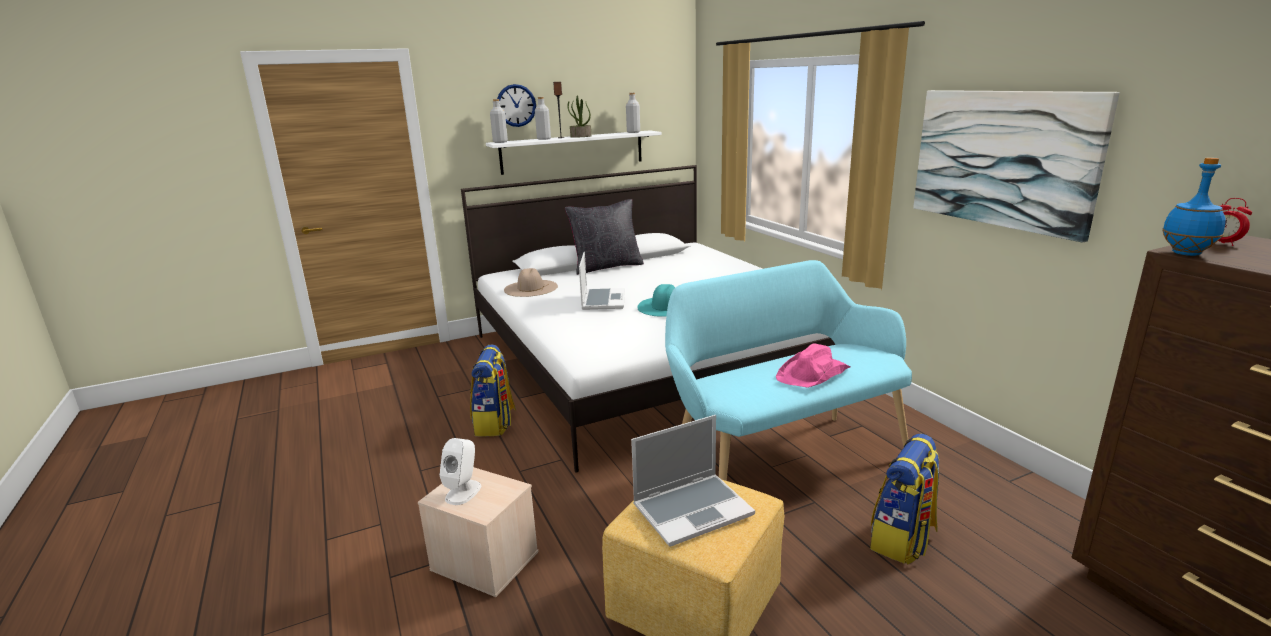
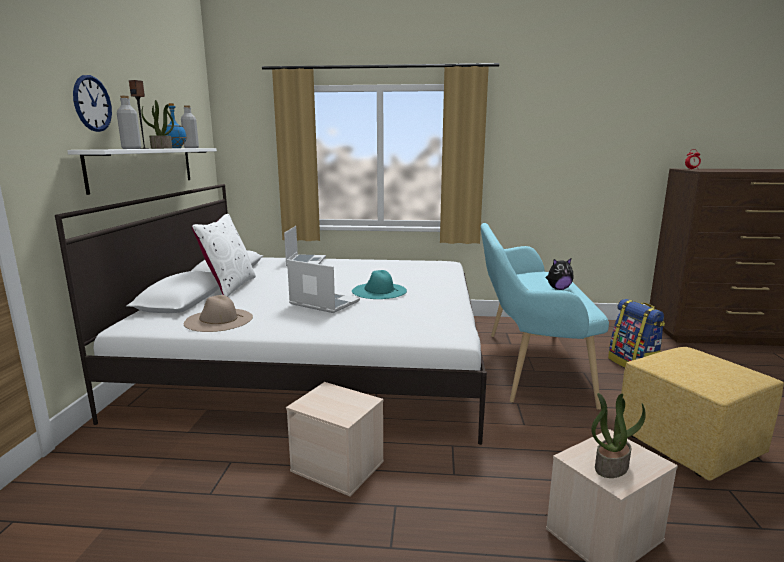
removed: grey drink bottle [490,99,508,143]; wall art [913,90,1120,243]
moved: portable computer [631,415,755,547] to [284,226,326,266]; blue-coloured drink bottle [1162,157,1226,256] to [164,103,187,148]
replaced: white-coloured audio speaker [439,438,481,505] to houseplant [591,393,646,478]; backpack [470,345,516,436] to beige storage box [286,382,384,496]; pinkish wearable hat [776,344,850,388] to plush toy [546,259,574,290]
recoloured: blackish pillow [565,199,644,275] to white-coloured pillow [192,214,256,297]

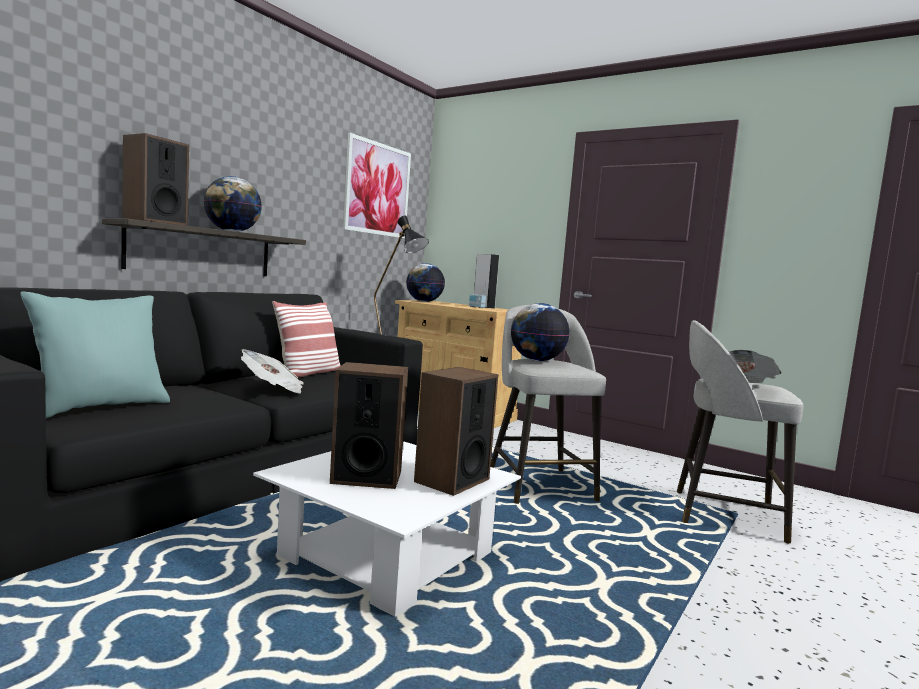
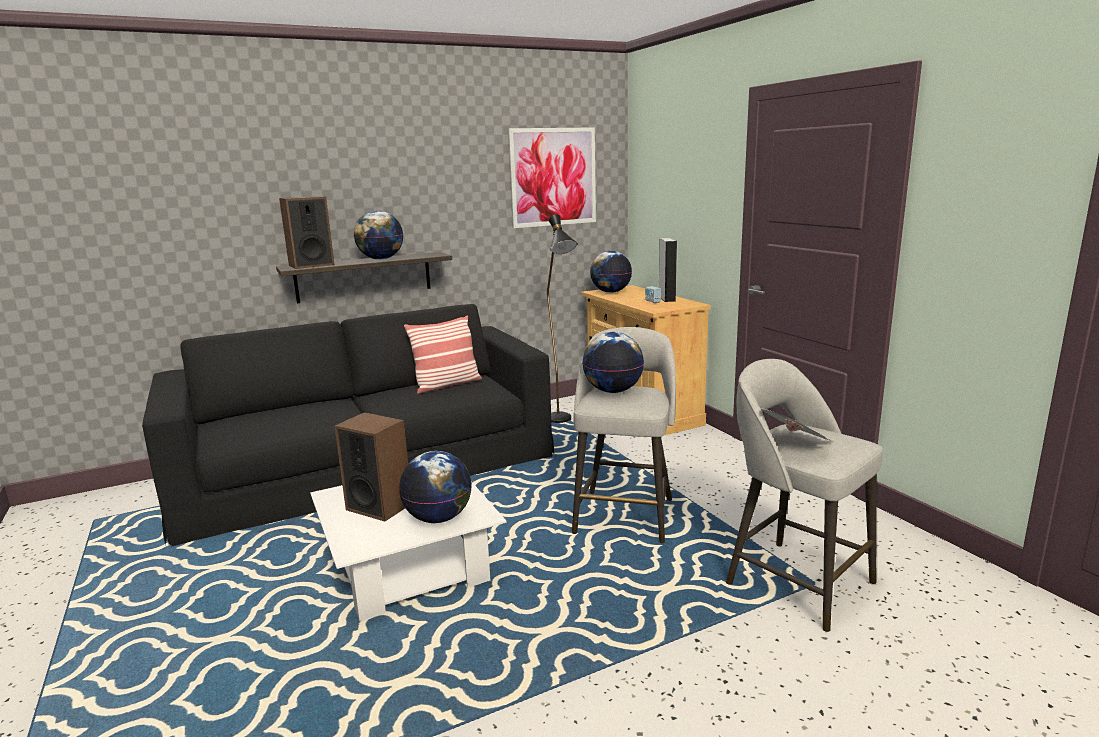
removed: blue-green pillow [20,292,170,418]; daily paper [241,349,304,394]
replaced: audio speaker [414,367,498,496] to globe [399,451,472,523]

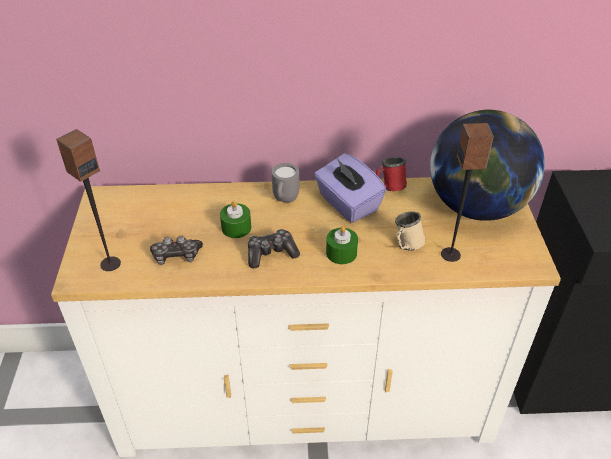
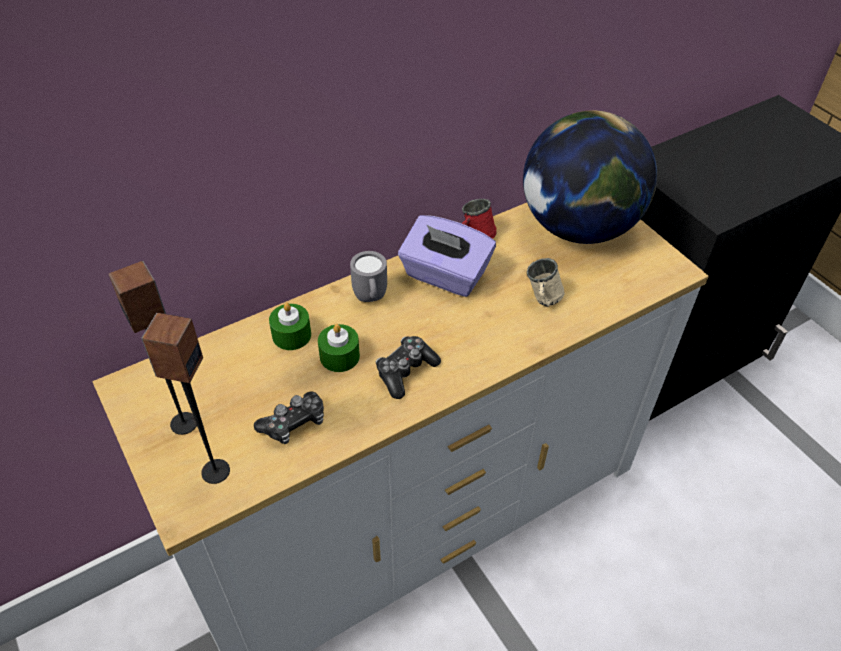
moved: green wax light [326,225,358,264] to [269,303,311,350]; audio speaker [441,123,494,262] to [109,261,197,435]

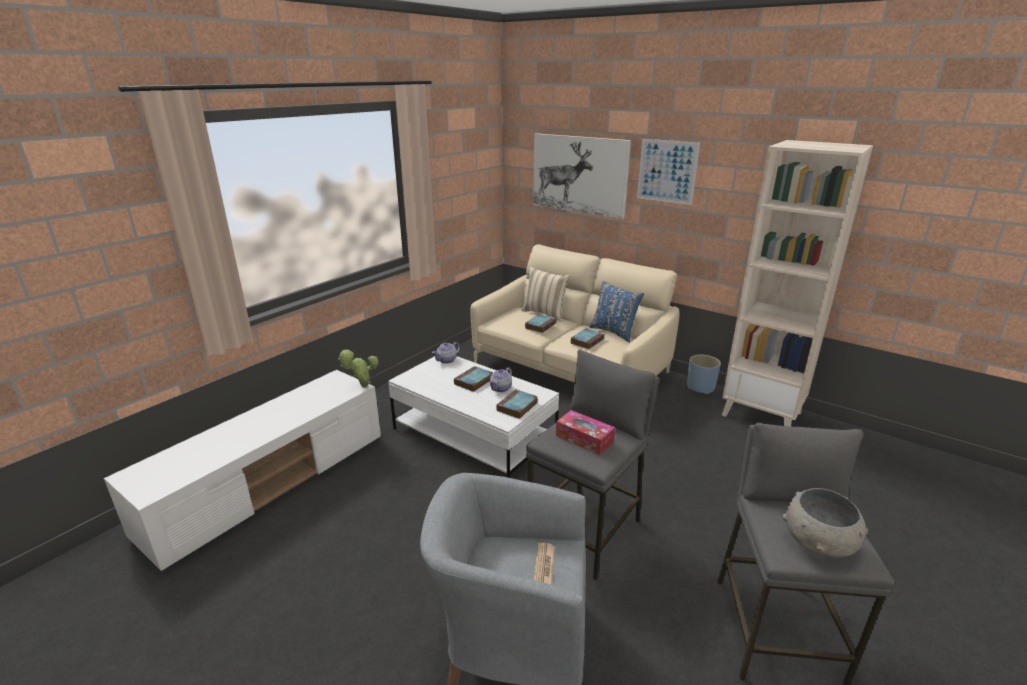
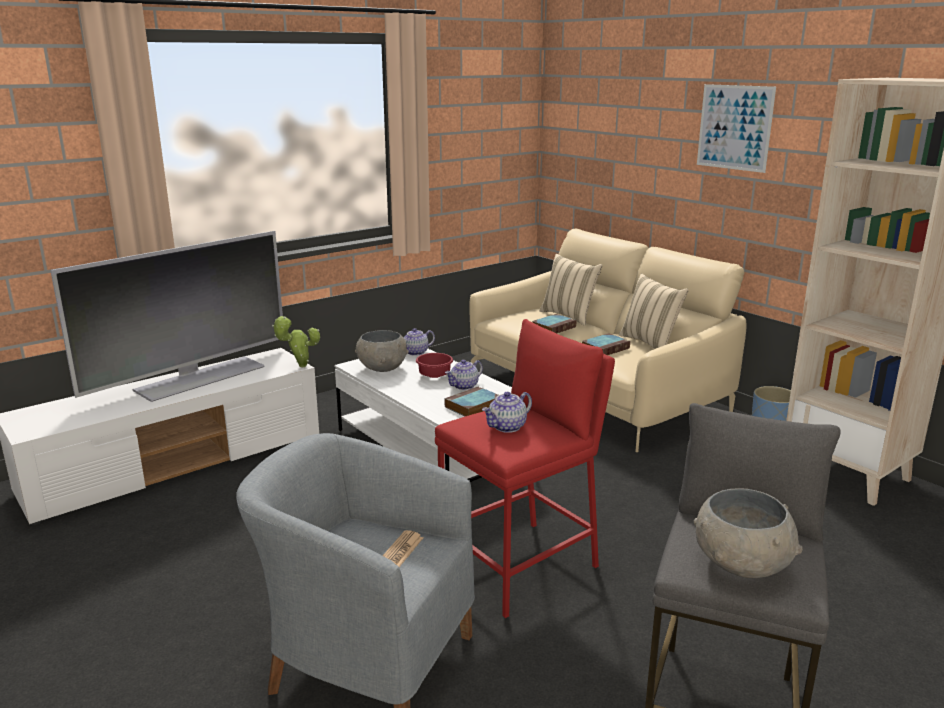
removed: wall art [533,133,631,219]
added: TV set [50,231,283,402]; grey deep dish [355,330,409,372]
replaced: volume [454,366,494,392] to reddish deep dish [416,353,453,378]; box of tissues [556,410,615,455] to pot for tea [482,392,532,433]
recoloured: grey stool [526,349,659,580] to reddish stool [435,319,615,618]; blue-coloured pillow [589,281,644,342] to beige pillow [619,274,688,349]

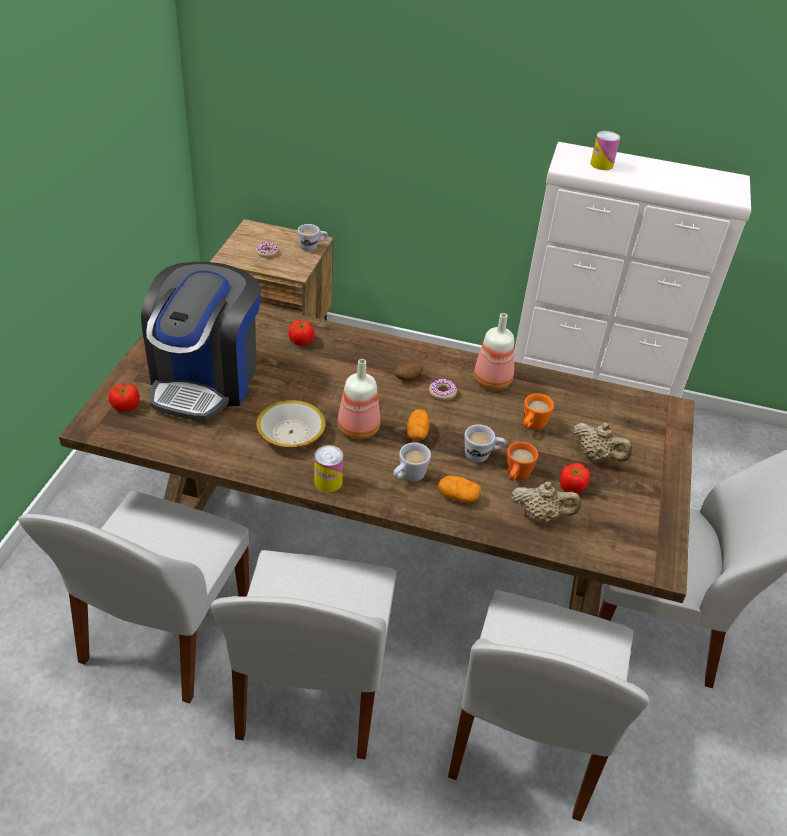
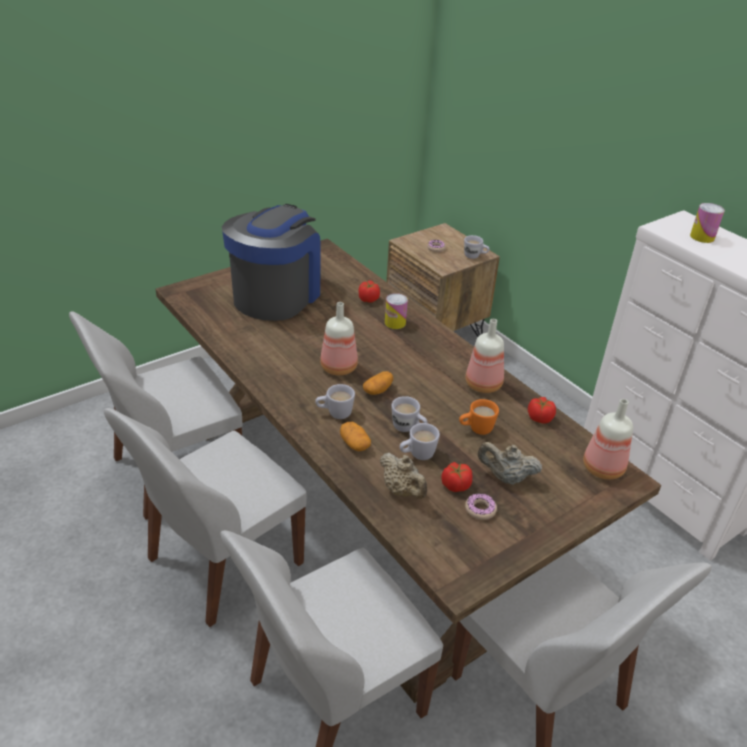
removed: deep dish [256,400,326,448]; spud [395,363,423,381]
added: drink bottle [583,399,633,480]
moved: whole tomato [109,383,140,412] to [528,397,556,423]; sealed can [314,445,343,492] to [385,293,408,329]; donut [429,379,457,401] to [465,493,497,520]
recoloured: orange-coloured mug [507,442,538,481] to white-coloured mug [400,423,440,460]
turned: coffee machine [141,262,261,421] = [222,204,321,321] 150 degrees clockwise; beige pot for tea [572,422,632,462] = [478,442,542,485] 120 degrees clockwise

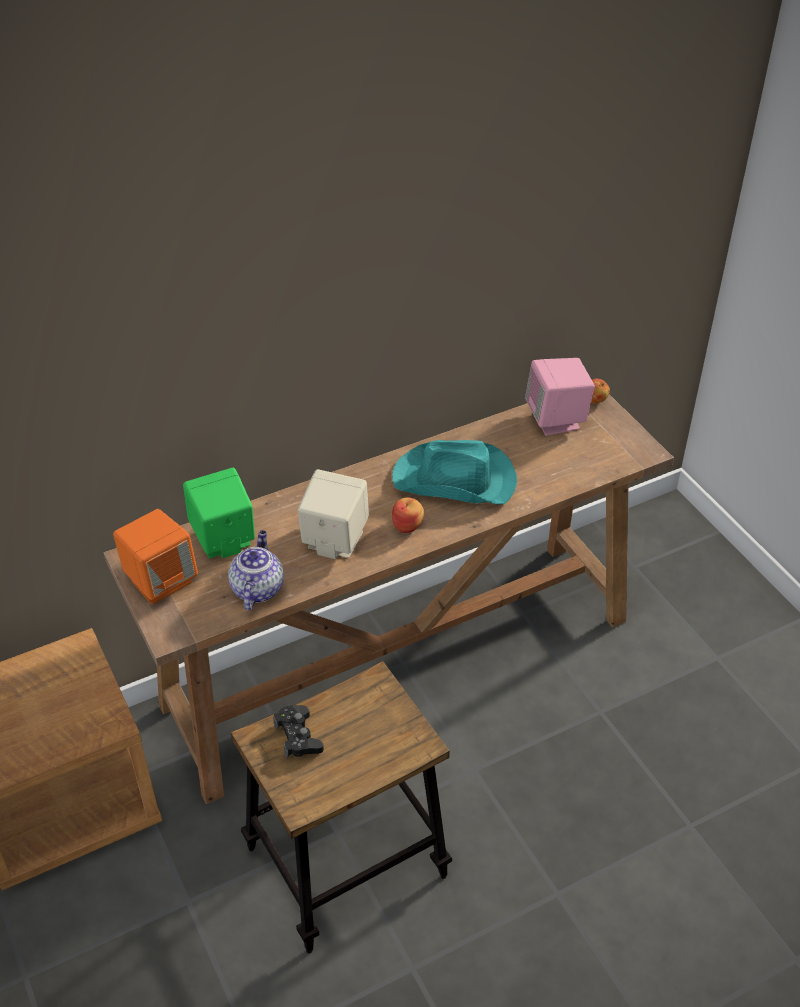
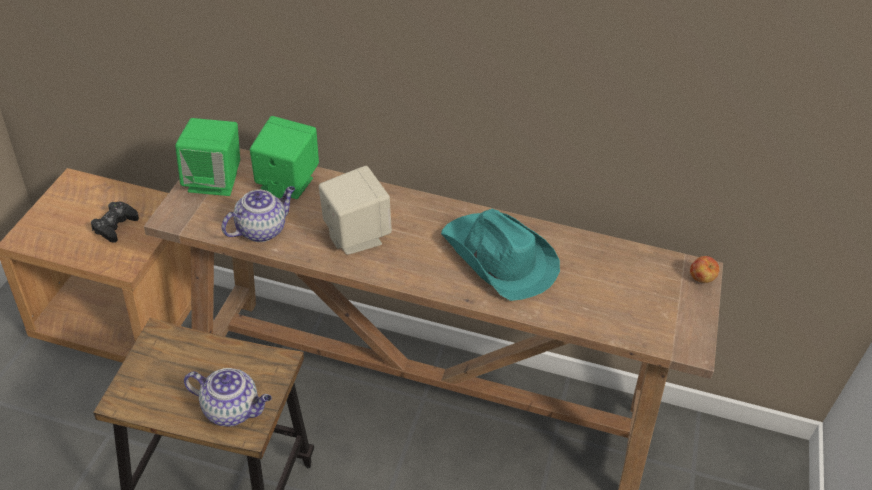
removed: apple [392,497,424,533]; pinkish audio speaker [525,358,595,436]
added: pot for tea [184,368,272,427]
moved: blackish gamepad [273,705,324,758] to [91,202,139,243]
recoloured: orange-coloured audio speaker [113,509,198,605] to green audio speaker [175,118,240,196]

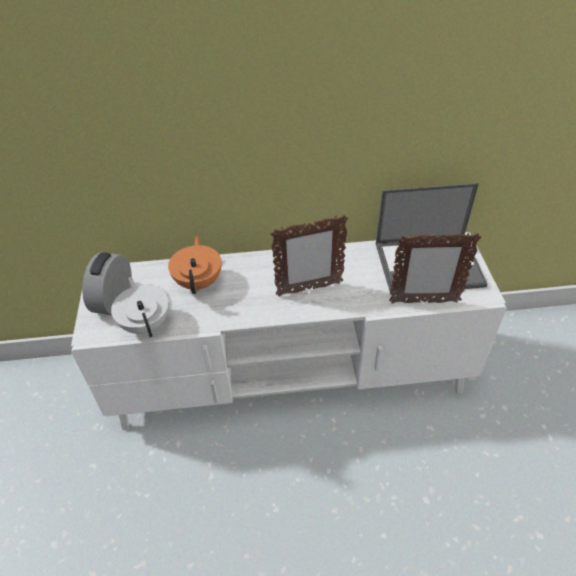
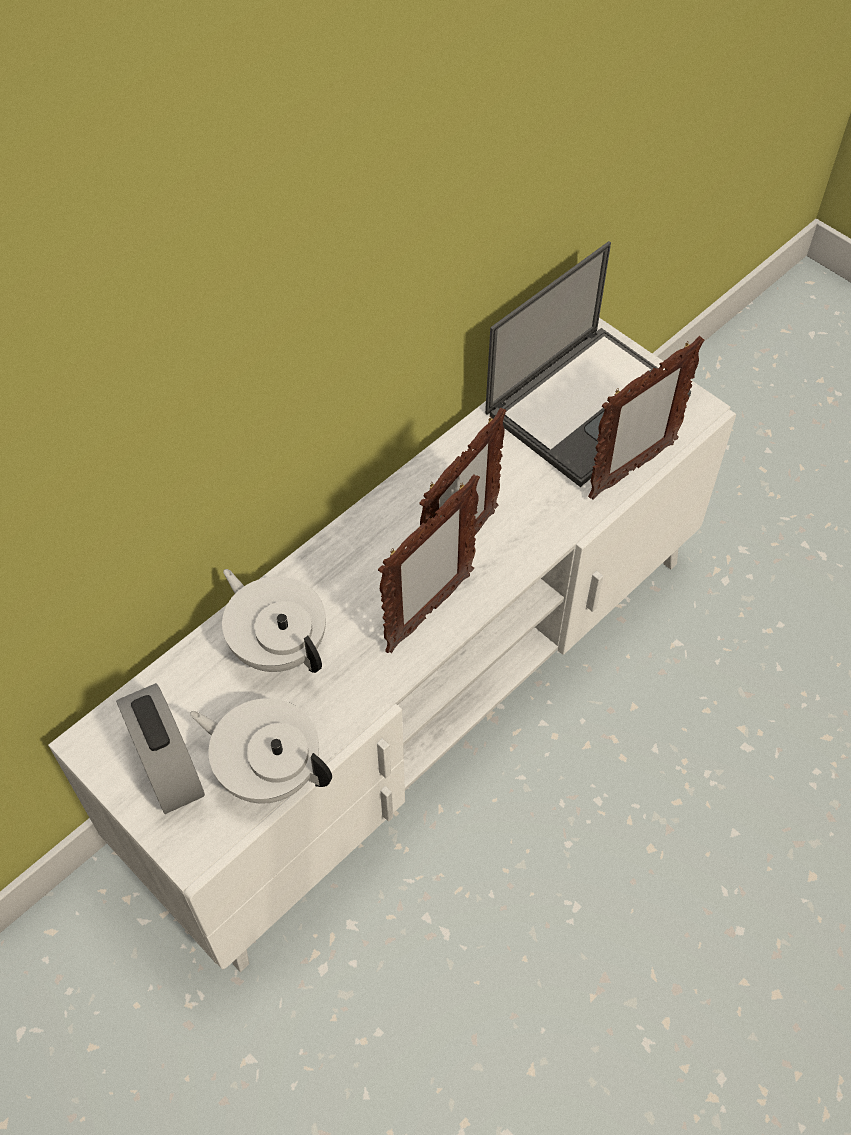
added: photo frame [378,474,480,653]
recoloured: orange-coloured pot for tea [168,236,222,294] to white-coloured pot for tea [222,569,326,673]

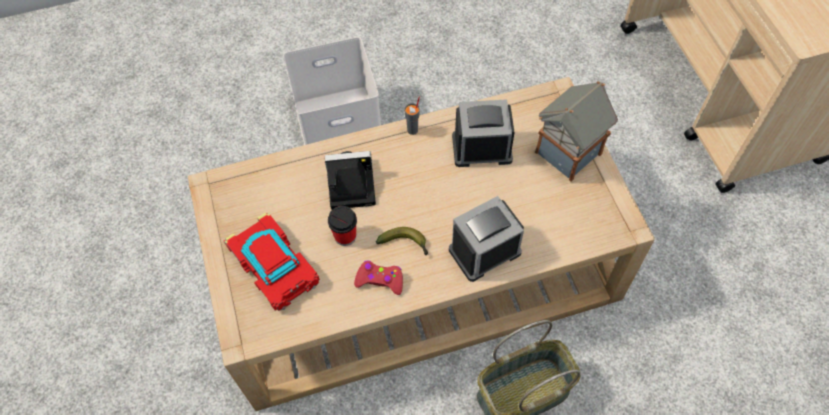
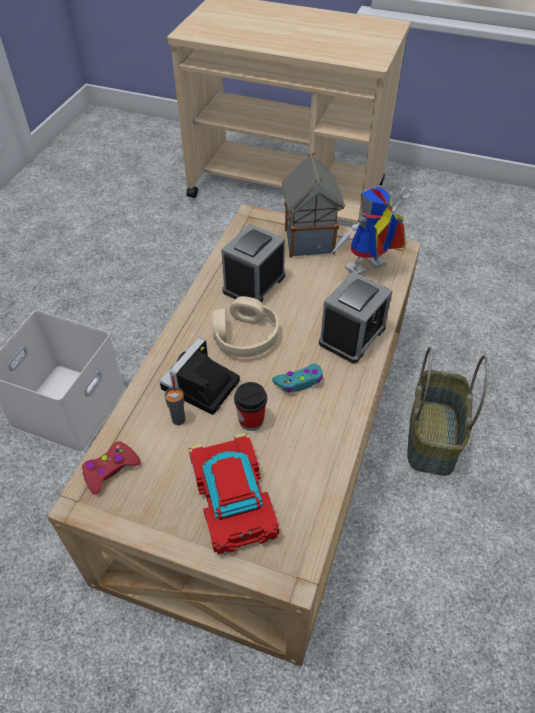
added: beige pair of headphones [213,296,279,357]; toy robot [329,186,413,275]
moved: reddish gamepad [354,261,403,295] to [82,441,141,494]; grey cup [404,97,420,135] to [165,376,185,425]
replaced: whole banana [376,227,428,255] to blue-green gamepad [272,364,323,393]
turned: model car [224,213,320,311] = [188,433,279,555] 75 degrees clockwise; table clock [449,196,524,282] = [319,272,392,363] 150 degrees counterclockwise

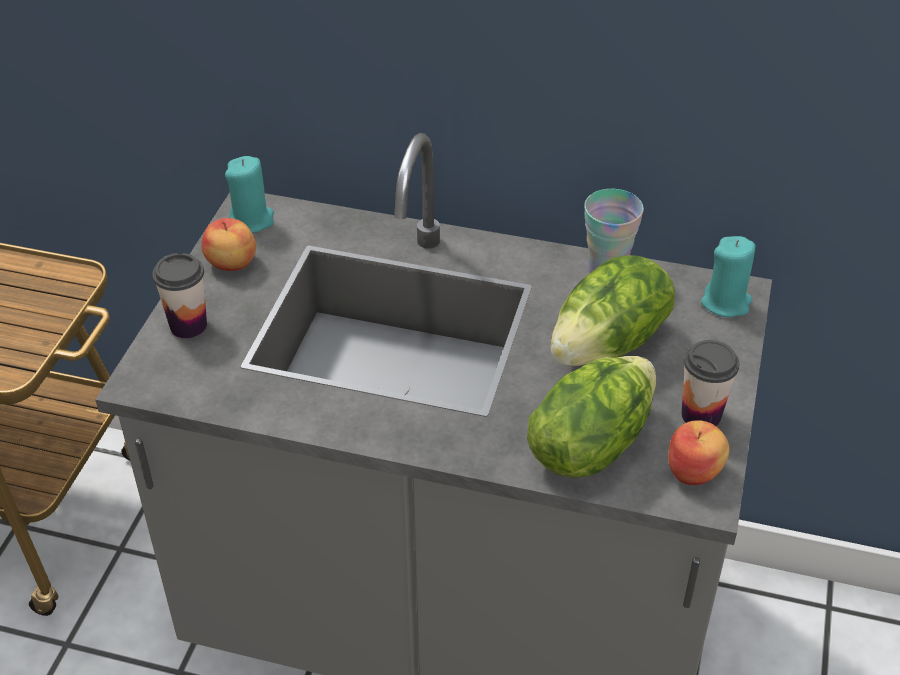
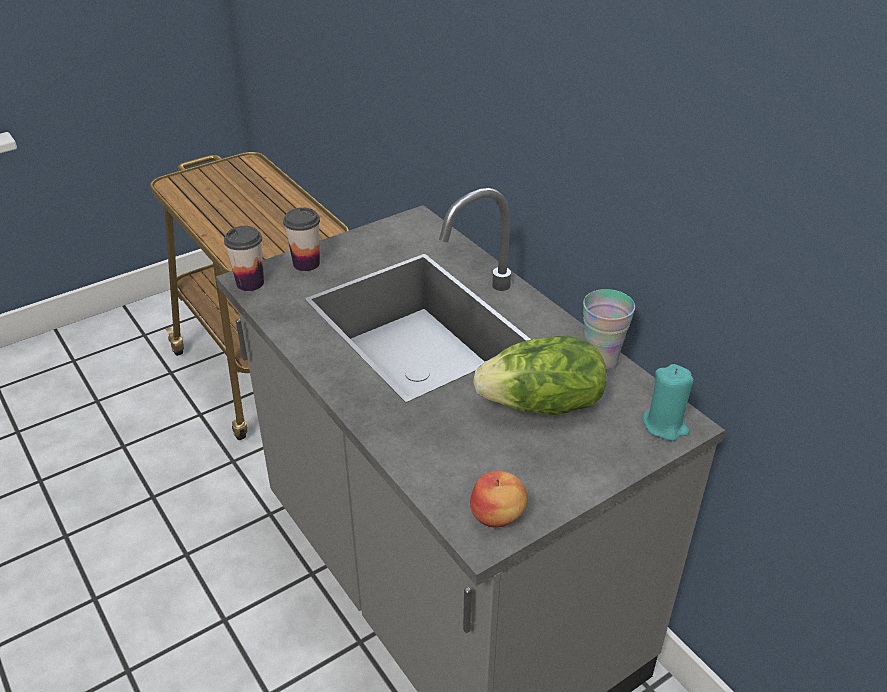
removed: apple [202,218,257,271]; blue-green wax light [225,156,274,233]; head of lettuce [527,356,656,477]
moved: cup [681,340,739,426] to [224,226,264,291]

